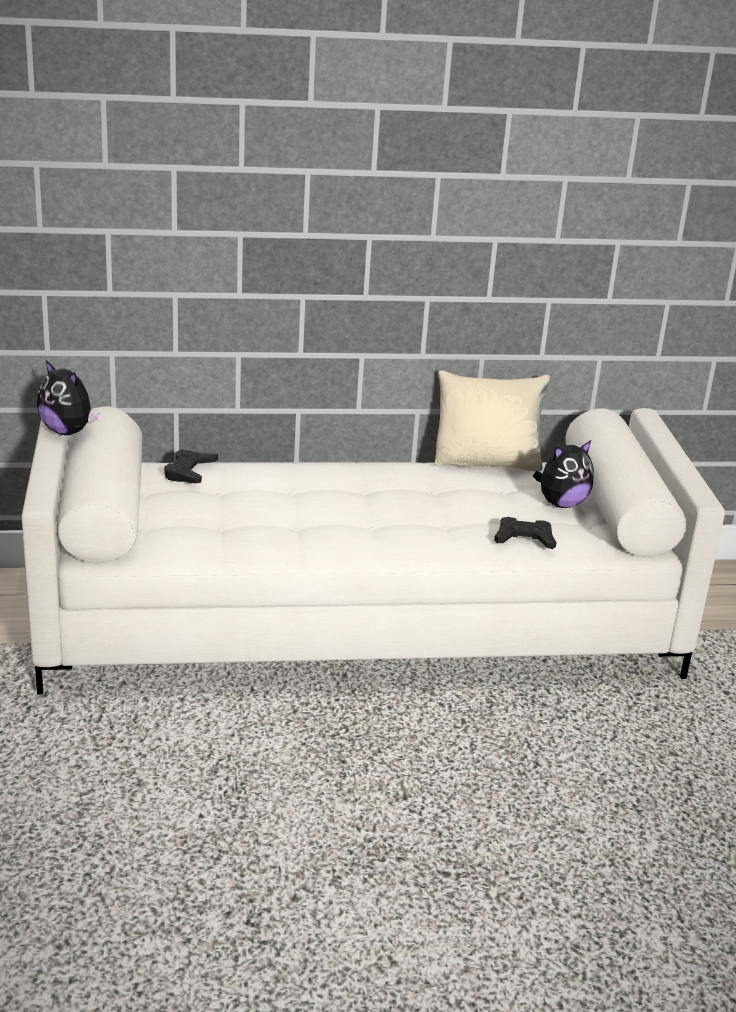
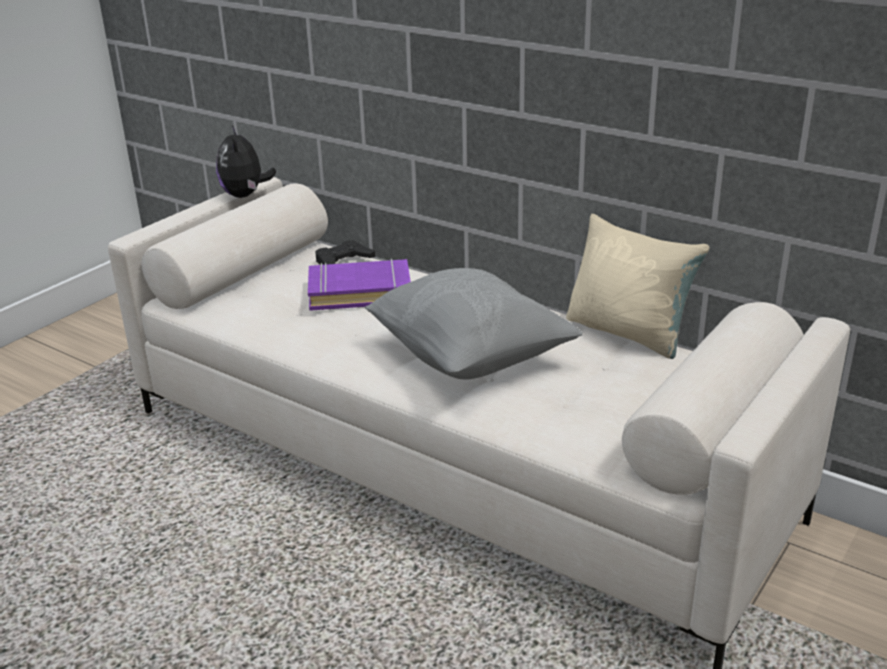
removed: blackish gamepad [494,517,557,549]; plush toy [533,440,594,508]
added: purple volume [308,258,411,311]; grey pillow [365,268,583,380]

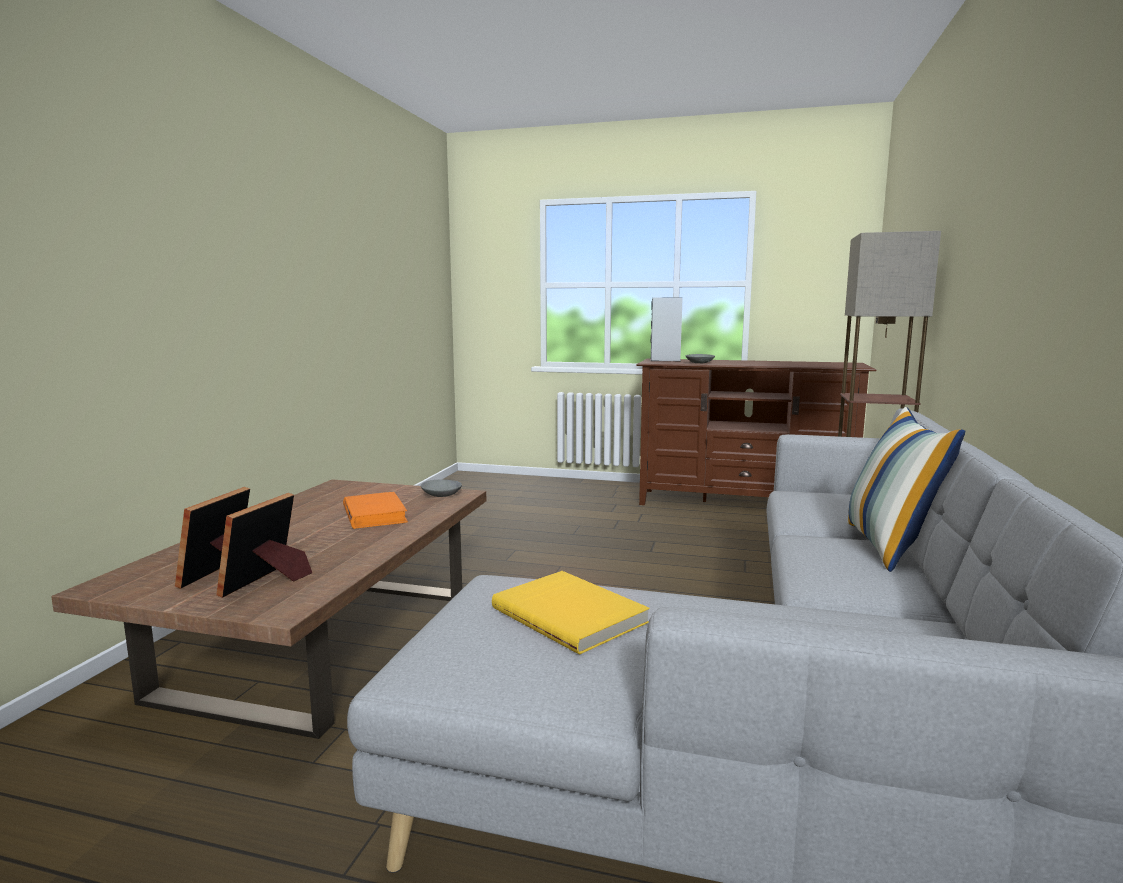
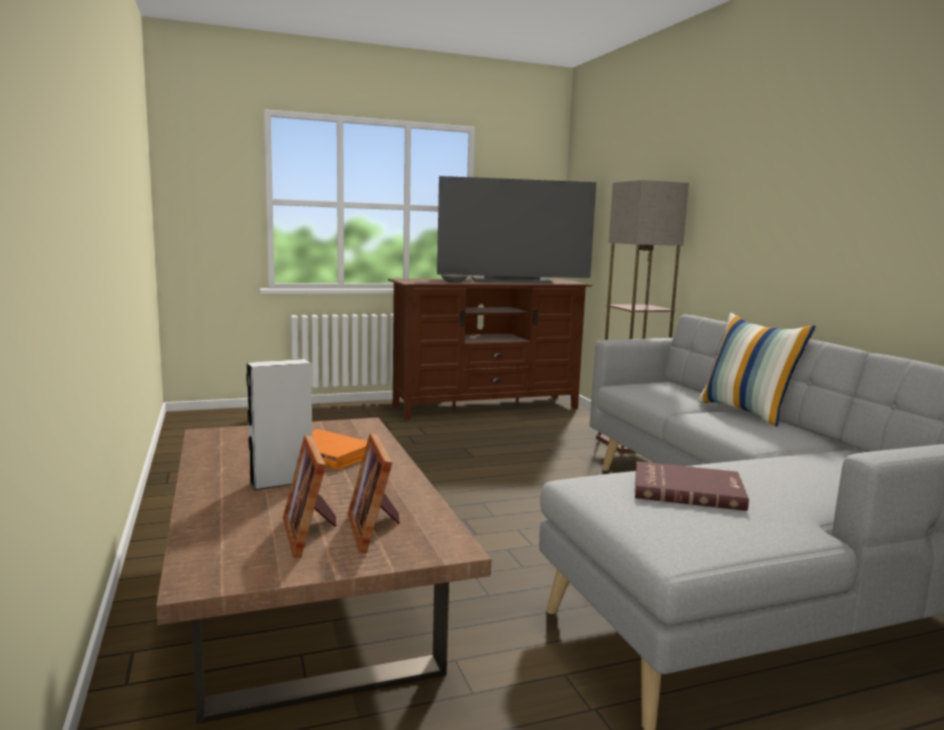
removed: grey deep dish [421,480,462,497]
added: TV set [437,176,596,284]
moved: grey audio speaker [650,297,683,361] to [246,359,312,490]
recoloured: yellowish volume [492,571,650,655] to reddish volume [635,461,749,511]

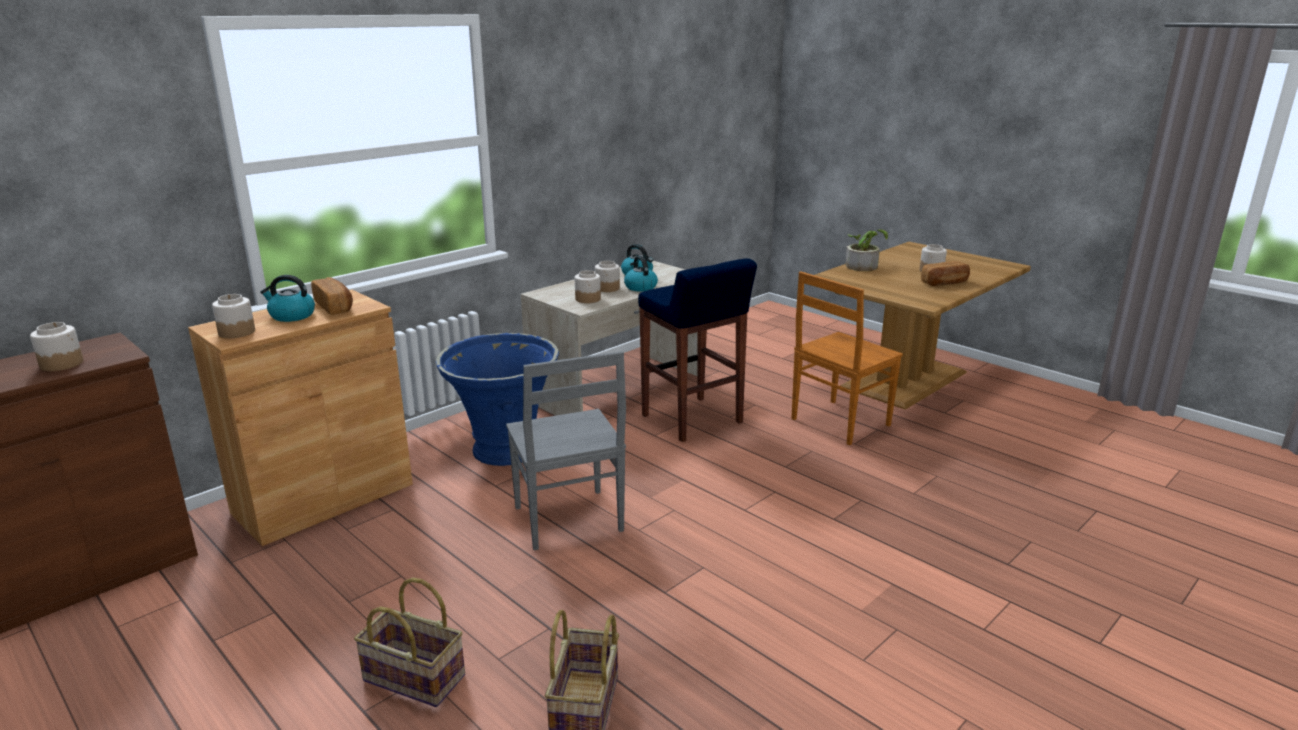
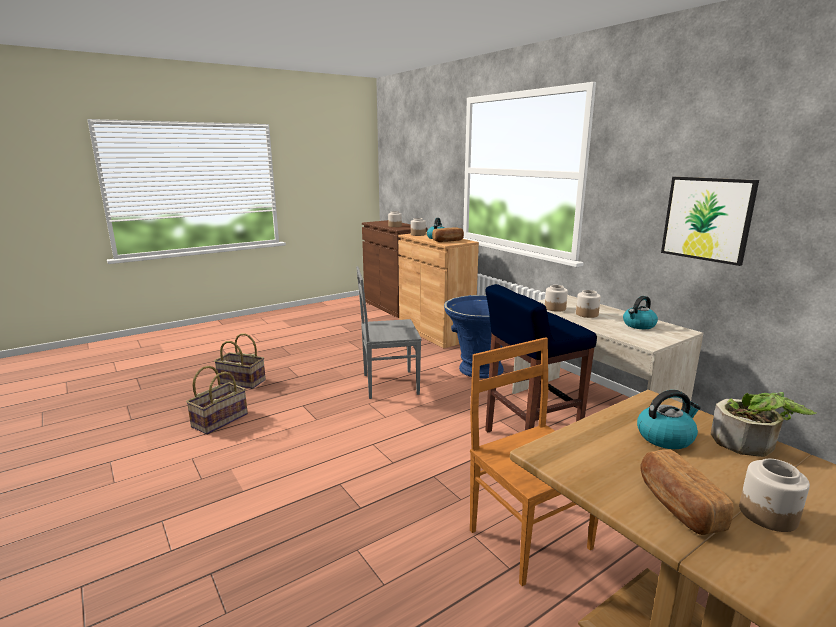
added: wall art [661,177,759,266]
moved: basket [354,578,465,707] to [186,366,248,435]; tea kettle [624,256,658,292] to [637,390,701,449]

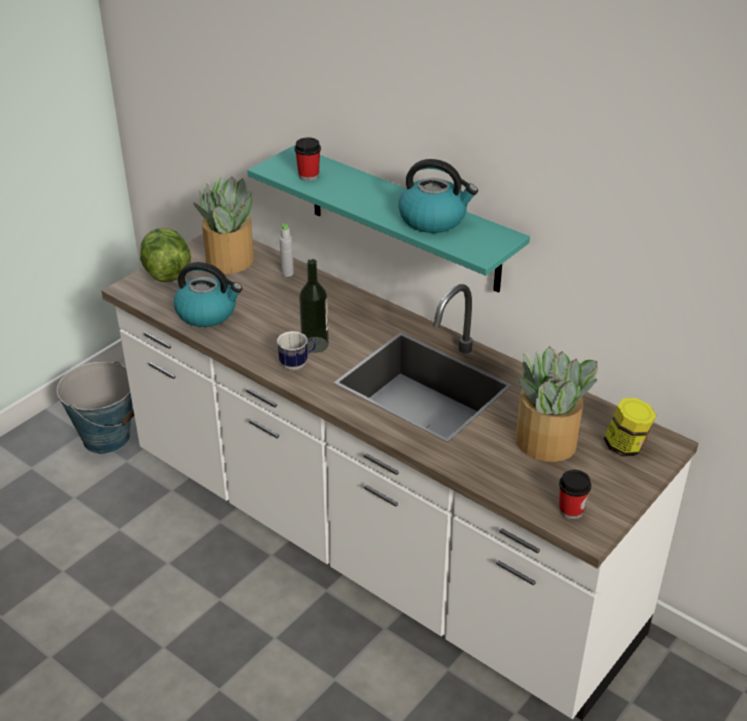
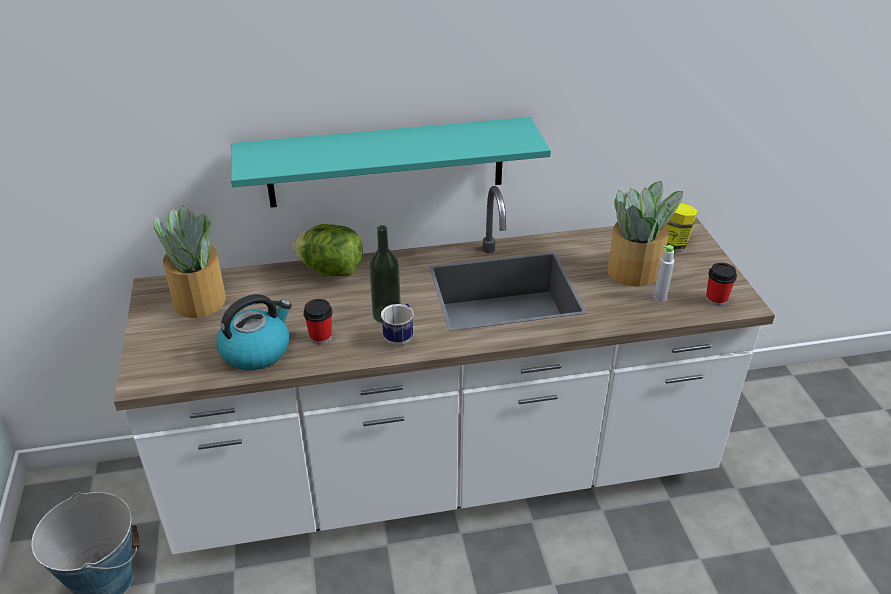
removed: tea kettle [398,159,478,233]
moved: head of lettuce [140,228,191,282] to [293,224,363,276]; grey drink bottle [280,223,294,277] to [653,245,674,302]; cup [294,138,321,181] to [303,299,332,345]

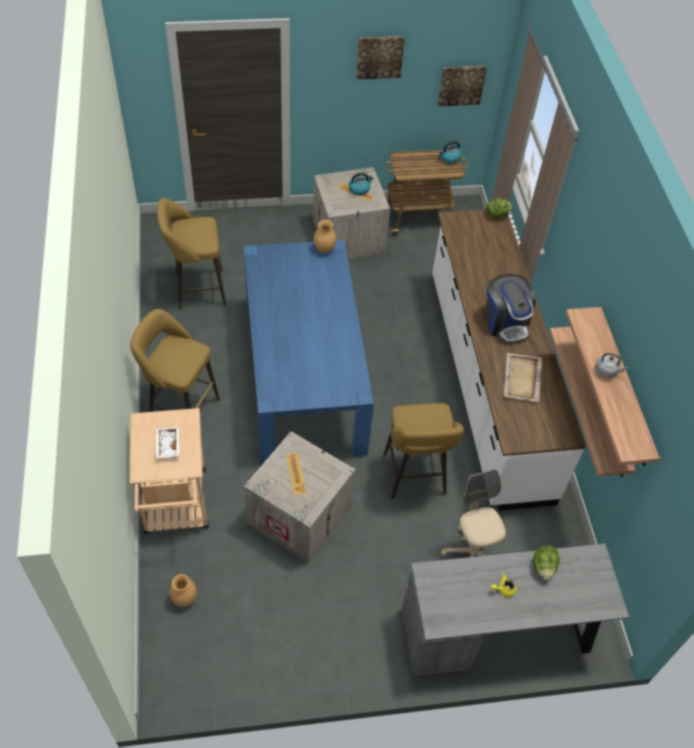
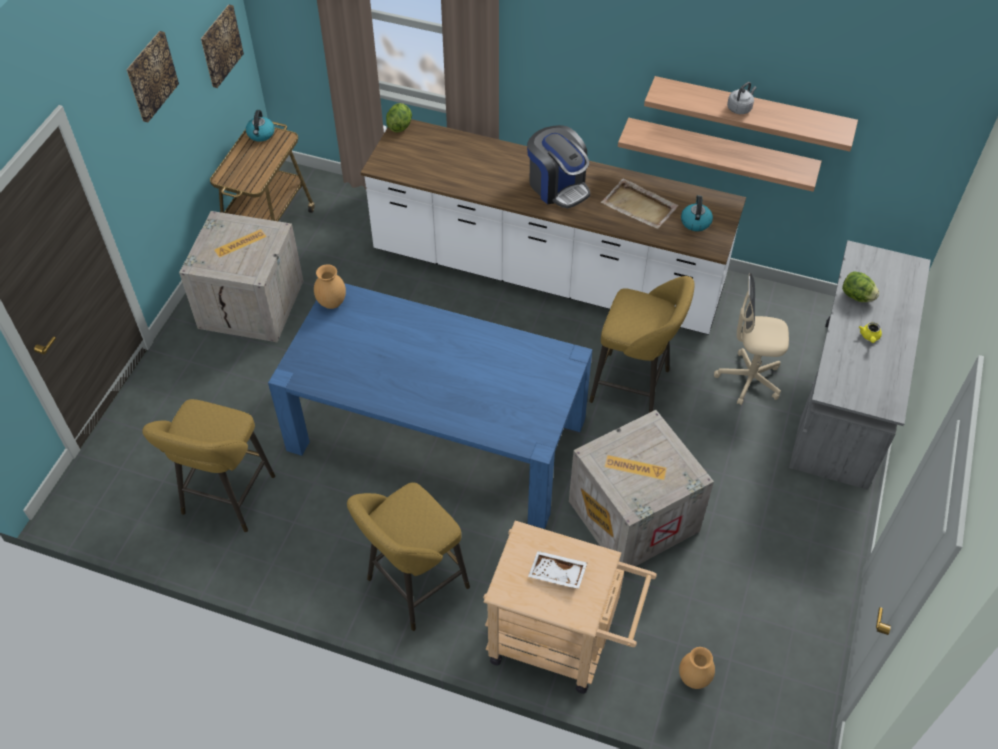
moved: tea kettle [348,173,373,195] to [681,195,713,231]
turned: coffee machine [484,274,536,344] = [527,125,590,209] 45 degrees clockwise

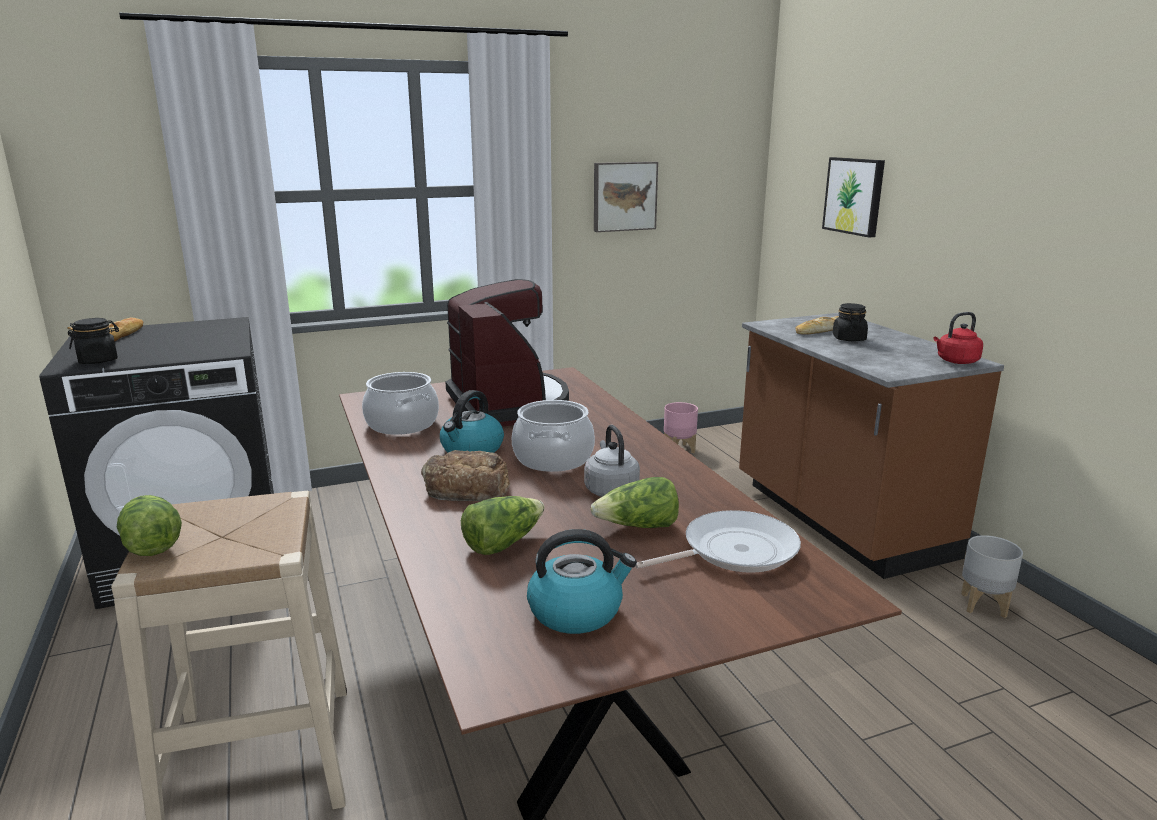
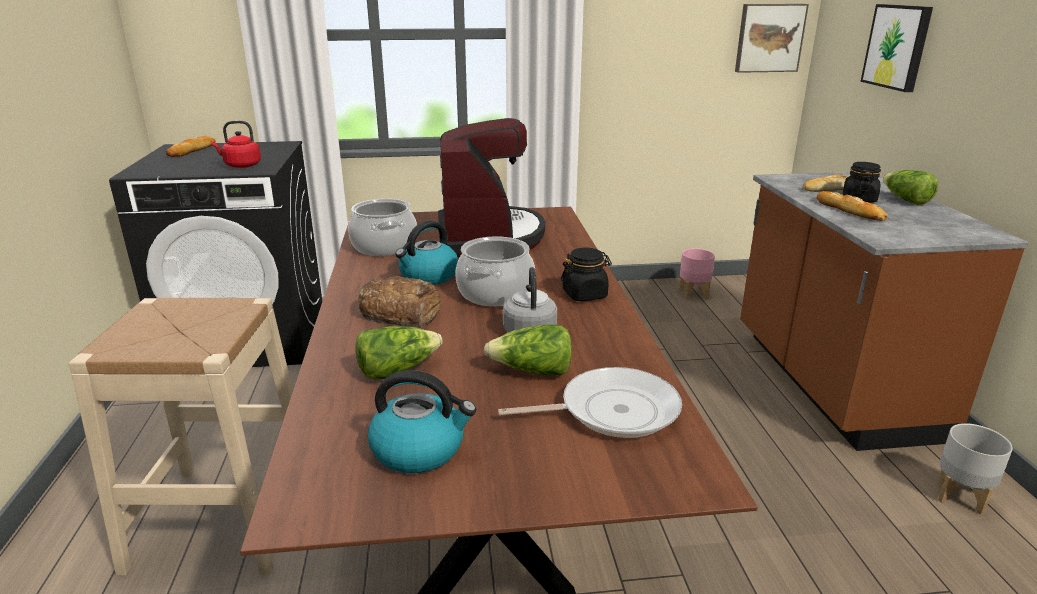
added: bakery bread [817,191,888,221]
moved: blackish storage jar [67,318,119,364] to [561,247,612,301]; head of lettuce [117,495,182,556] to [883,170,938,205]; wall art [594,162,658,232] to [735,4,809,73]; reddish tea kettle [933,312,983,364] to [211,121,261,168]

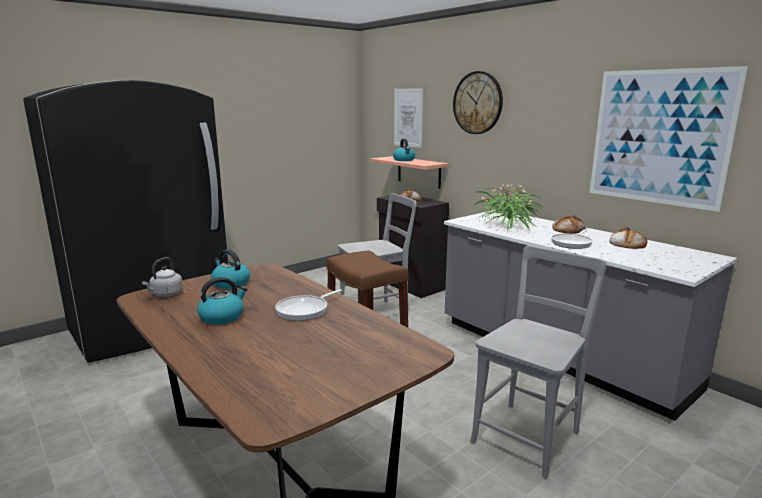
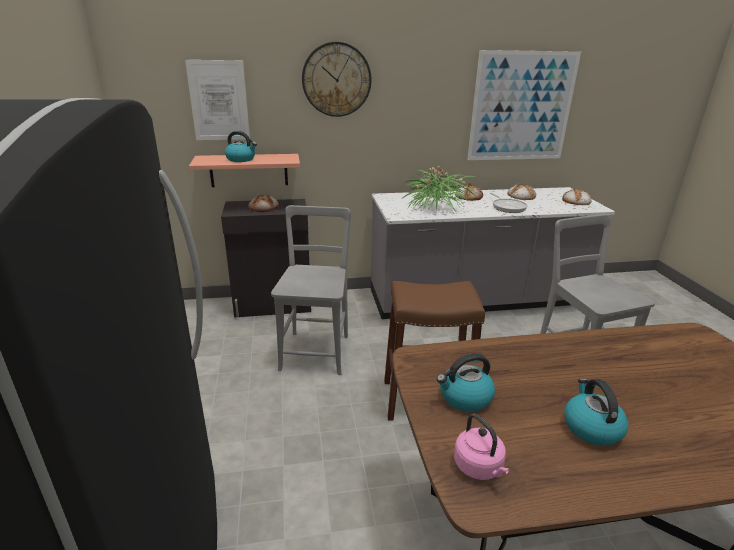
removed: pan [275,289,342,321]
added: bakery bread [562,189,591,205]
recoloured: grey tea kettle [142,257,183,297] to pinkish tea kettle [454,413,510,480]

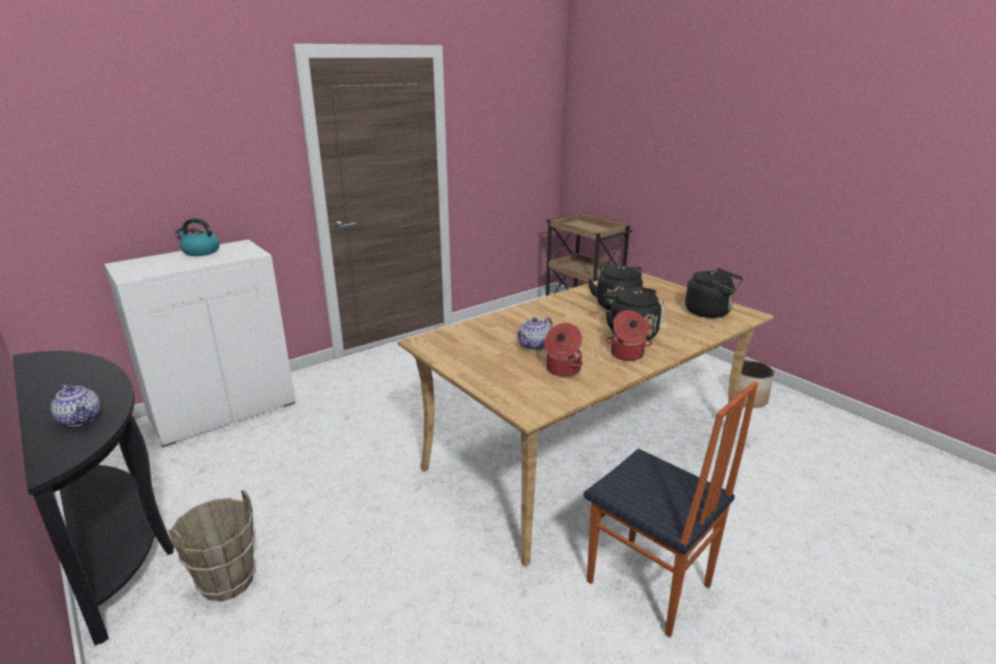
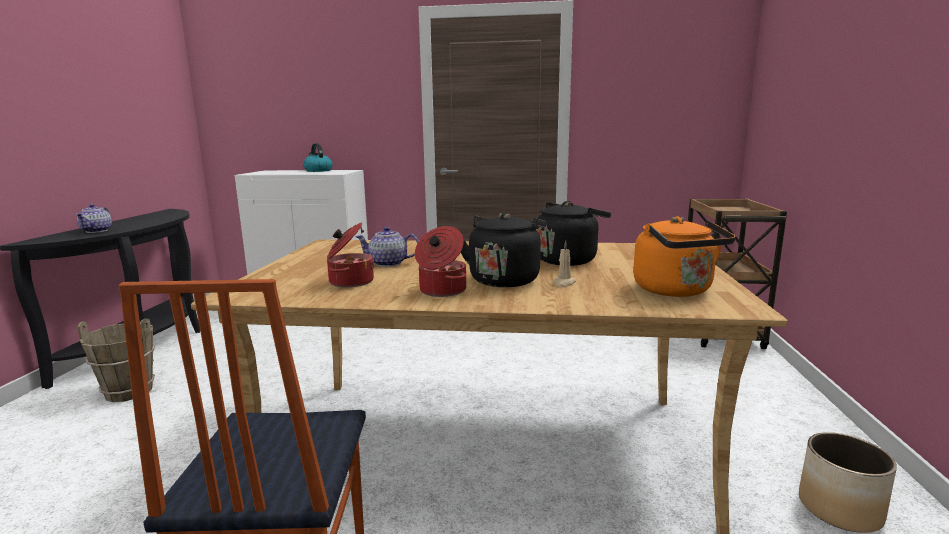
recoloured: blackish tea kettle [685,268,743,318] to orange-coloured tea kettle [633,216,736,297]

